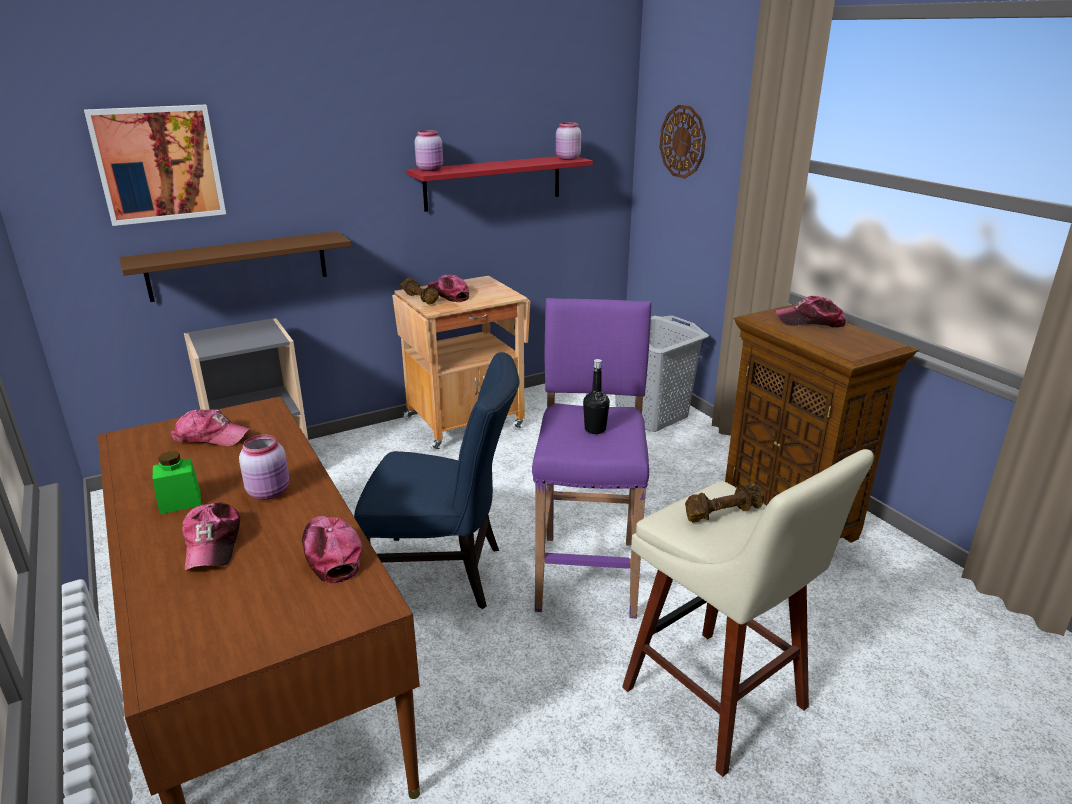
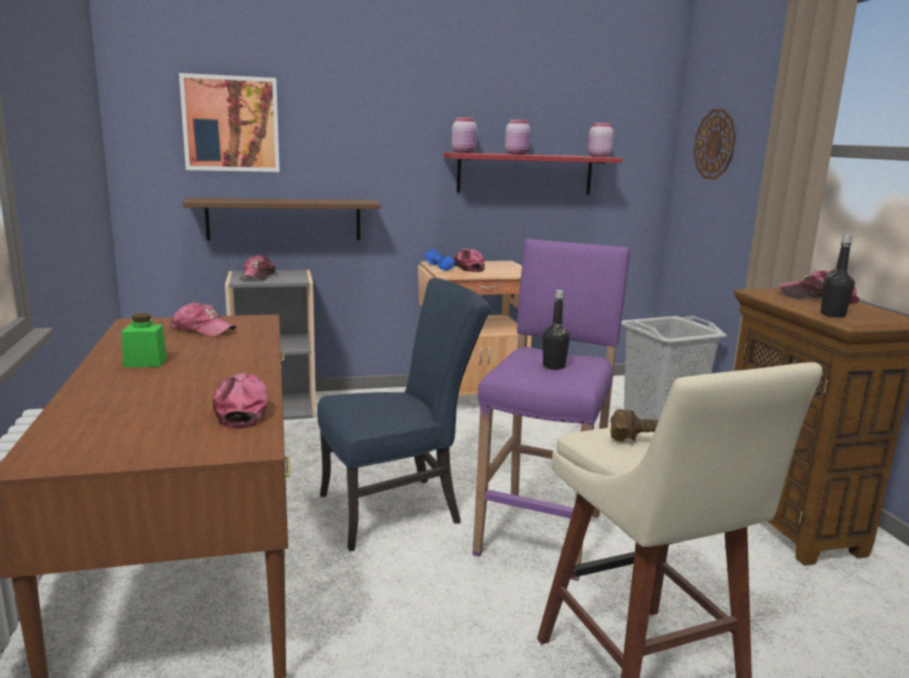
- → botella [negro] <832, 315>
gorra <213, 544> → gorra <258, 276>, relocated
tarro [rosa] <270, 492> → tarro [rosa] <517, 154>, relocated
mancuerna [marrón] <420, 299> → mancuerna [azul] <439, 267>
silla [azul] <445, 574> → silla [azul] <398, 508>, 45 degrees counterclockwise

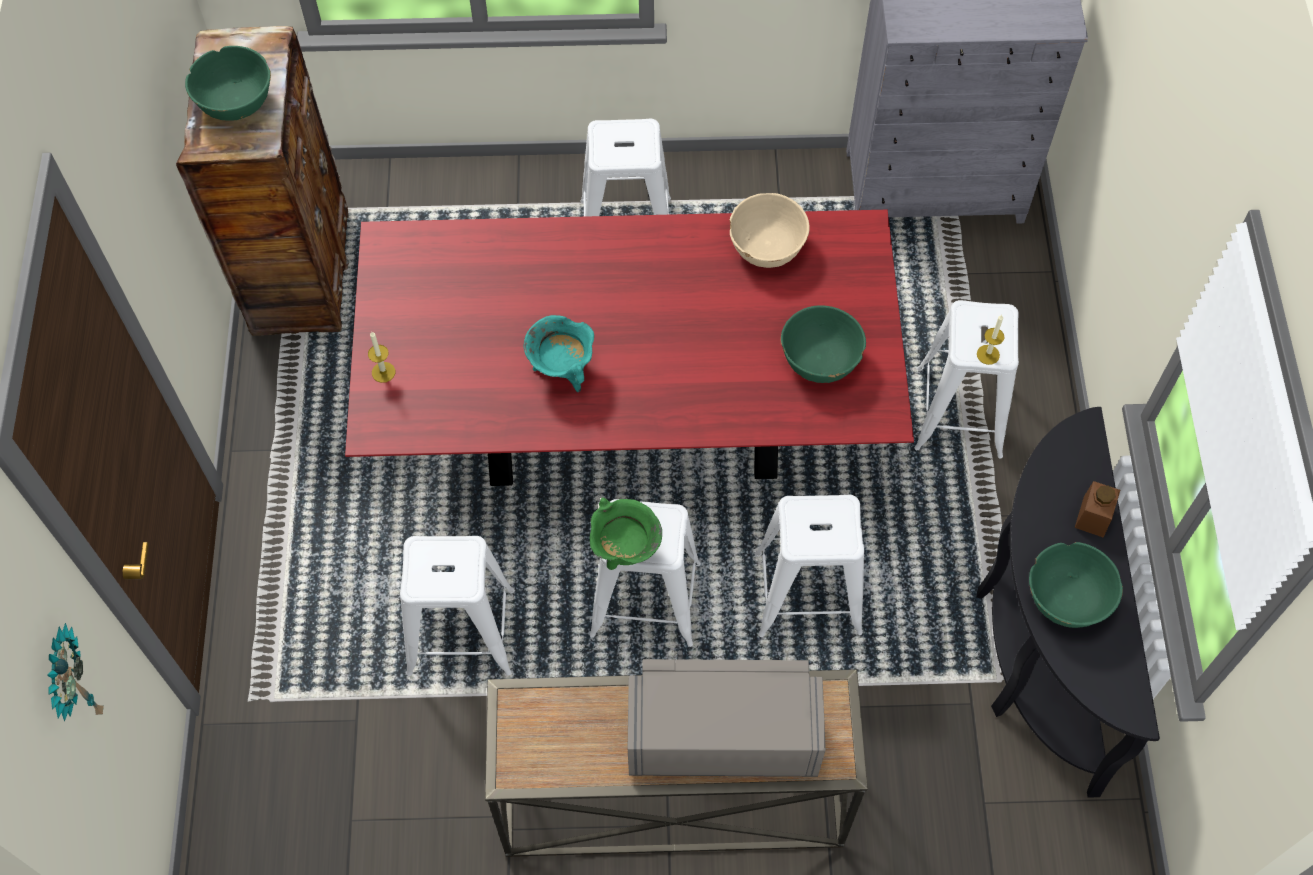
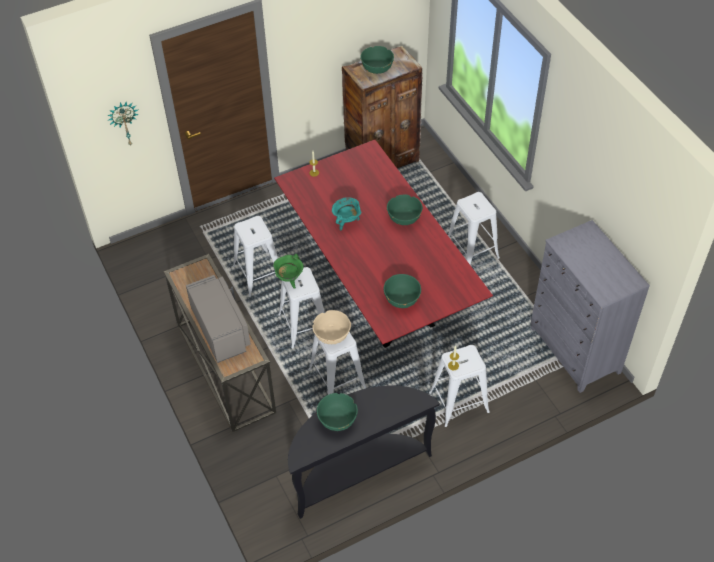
tarro [marrón] <1093, 516> → -
- → cuenco [verde] <404, 218>
cuenco [beis] <767, 247> → cuenco [beis] <332, 335>, relocated

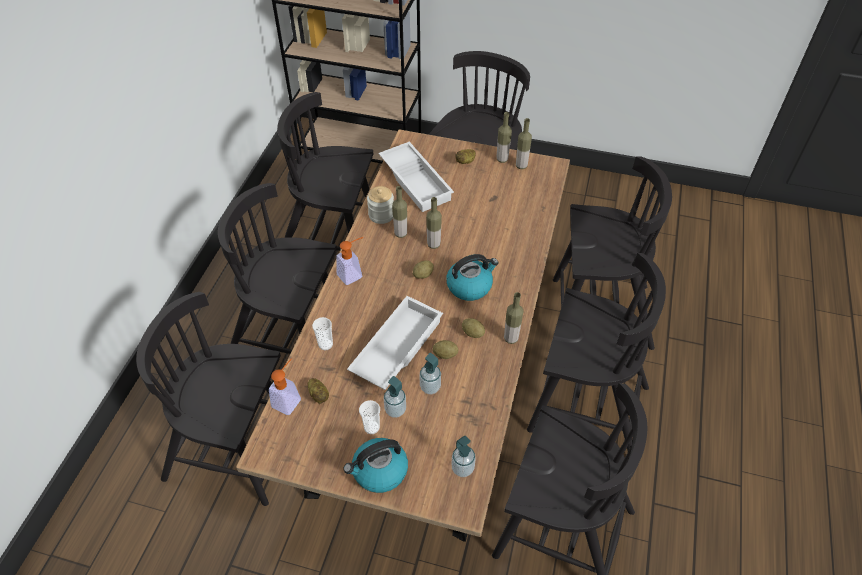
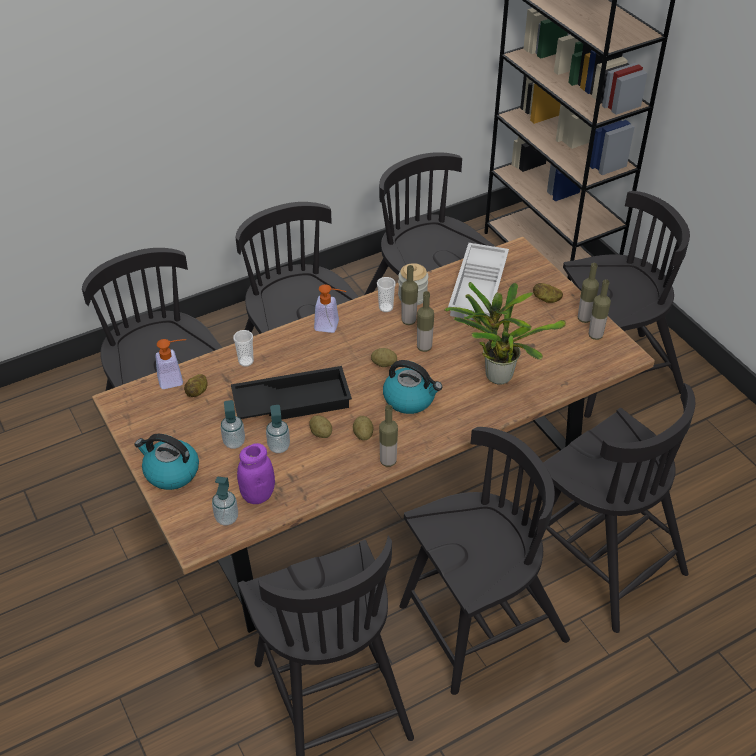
- → tarro [morado] <258, 495>
- → planta en maceta <496, 374>
taza <371, 427> → taza <386, 307>, relocated
bandeja [blanco] <396, 347> → bandeja [negro] <292, 400>
silla [negro] <585, 407> → silla [negro] <479, 624>, 90 degrees counterclockwise

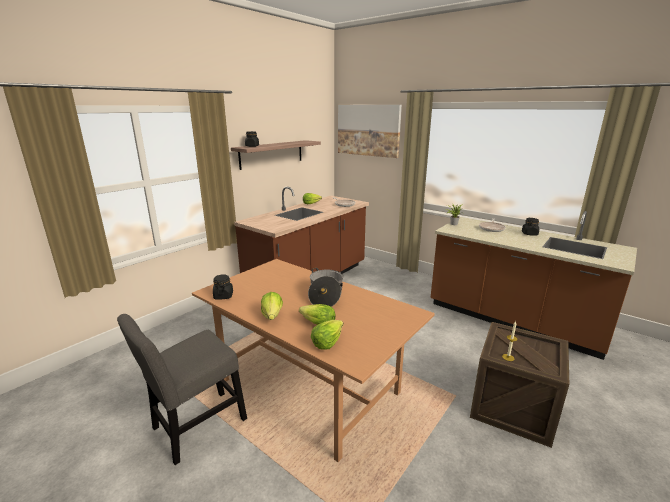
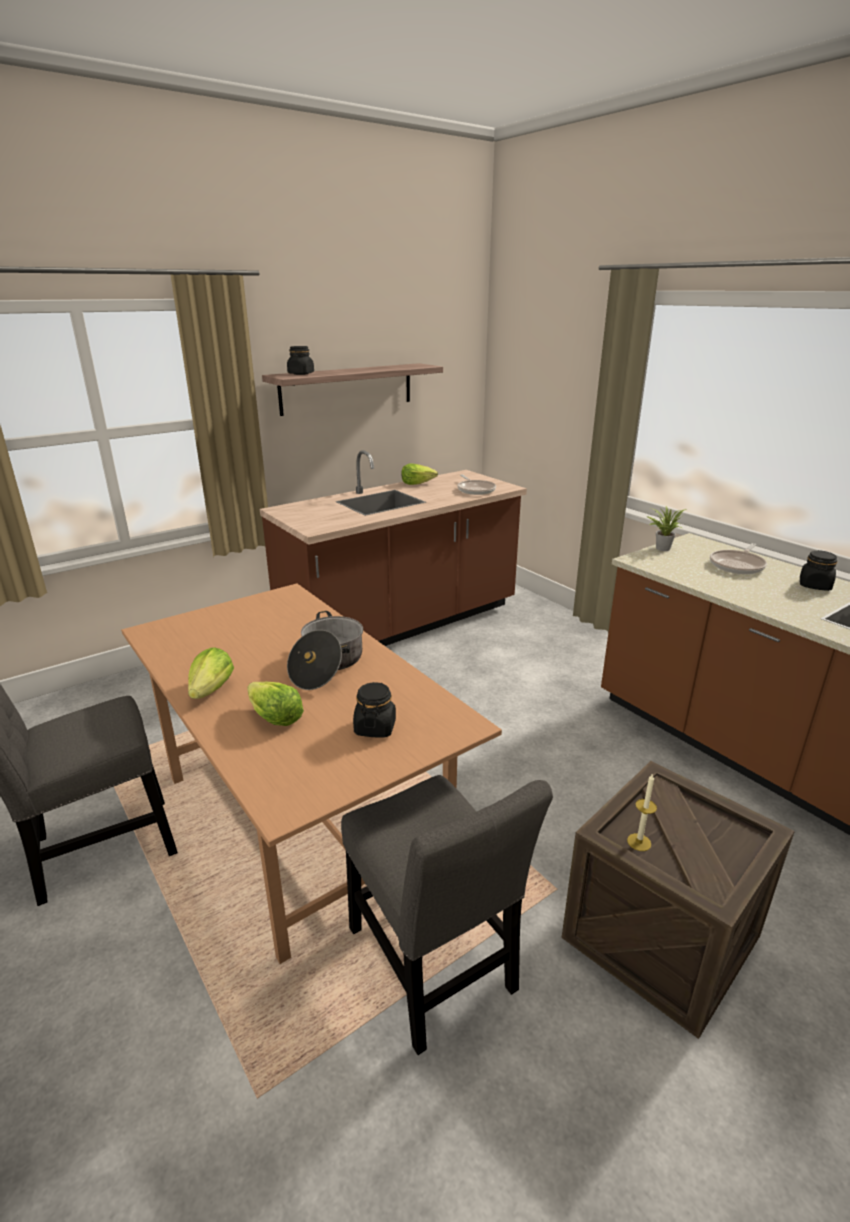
lechuga <327, 342> → -
cuadro <368, 130> → -
- → silla [gris] <433, 967>
tarro [negro] <223, 296> → tarro [negro] <375, 727>, relocated

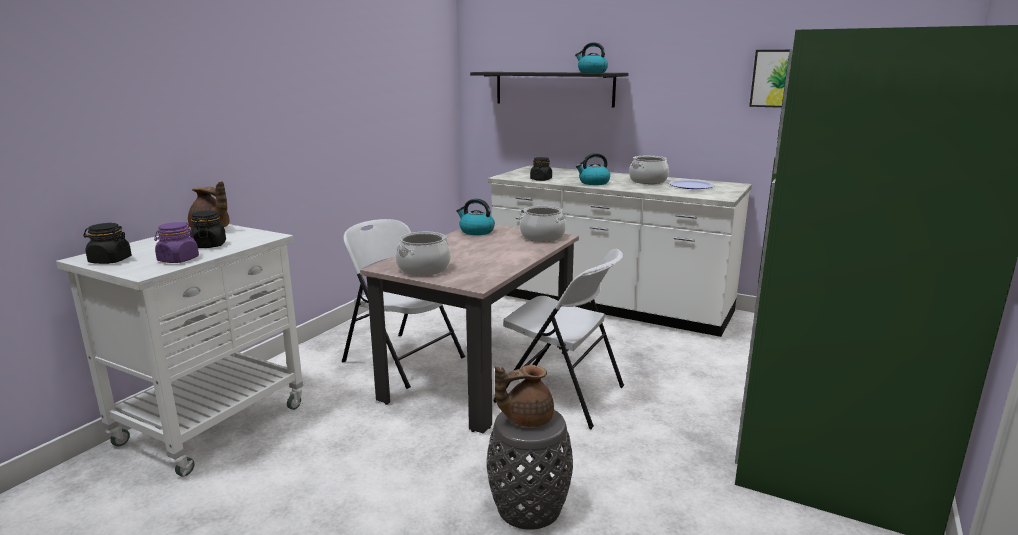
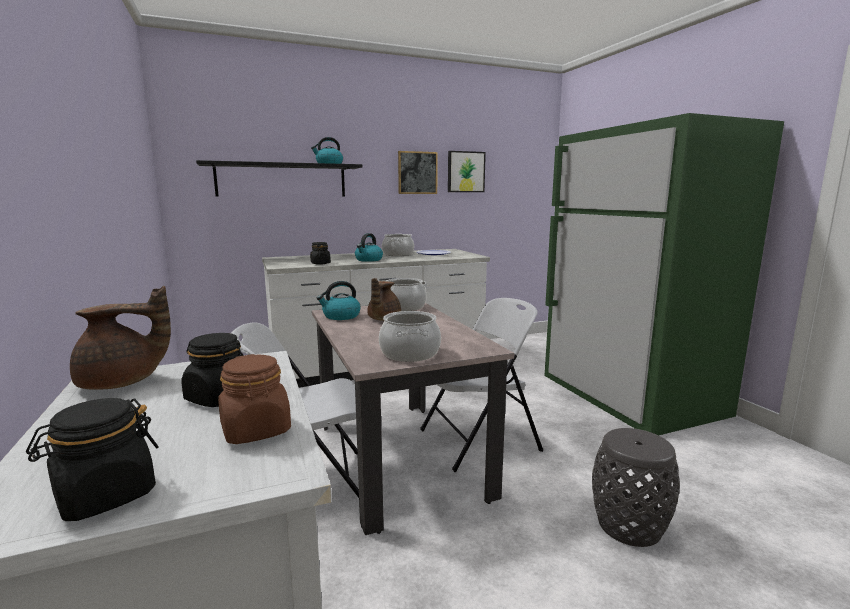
- → cuadro <417, 173>
tetera [marrón] <526, 418> → tetera [marrón] <383, 319>, relocated
tarro [morado] <178, 260> → tarro [marrón] <256, 430>

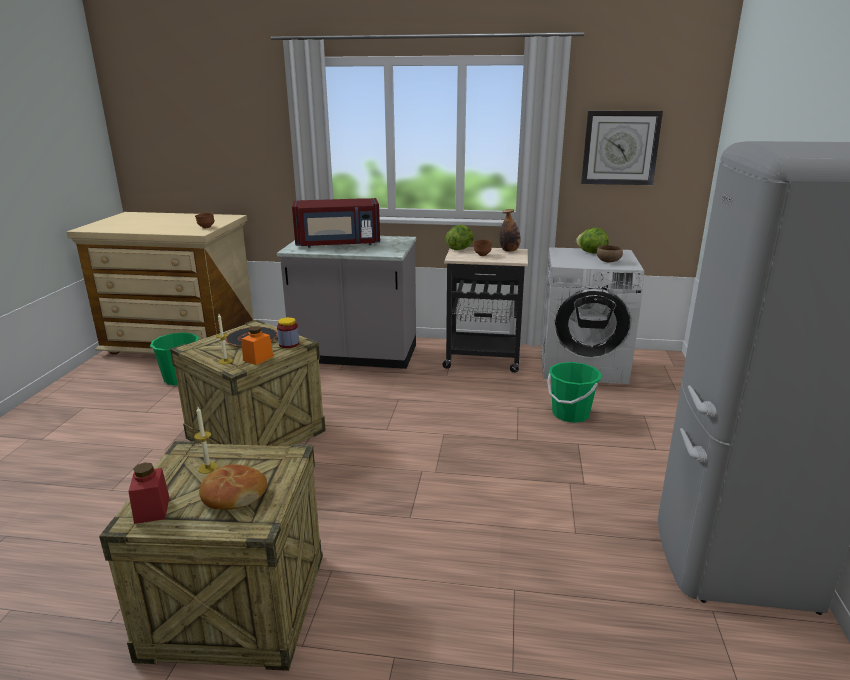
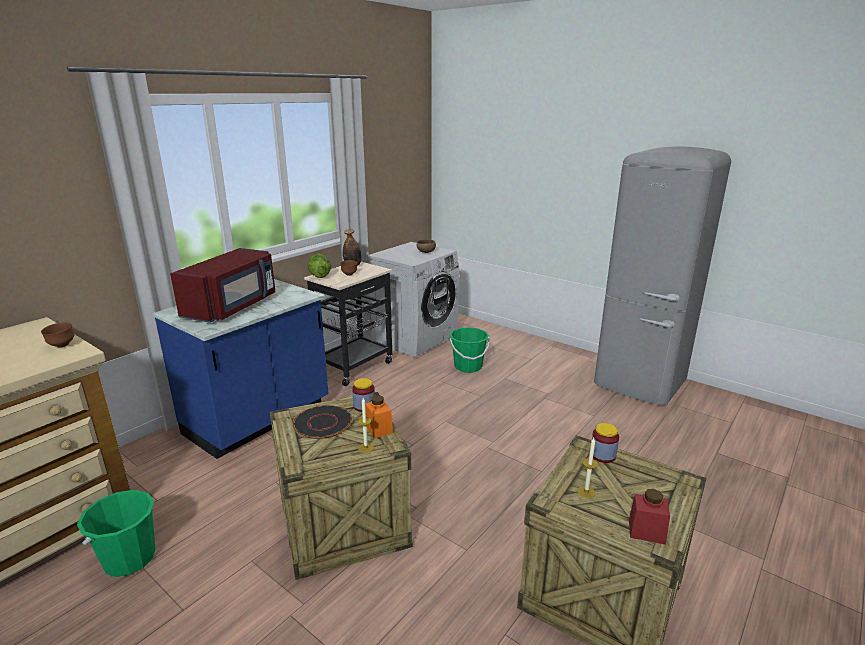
pan <233, 495> → -
lechuga <591, 253> → -
reloj de pared <620, 148> → -
- → tarro <602, 455>
mueble bajo de cocina [gris] <355, 356> → mueble bajo de cocina [azul] <259, 420>

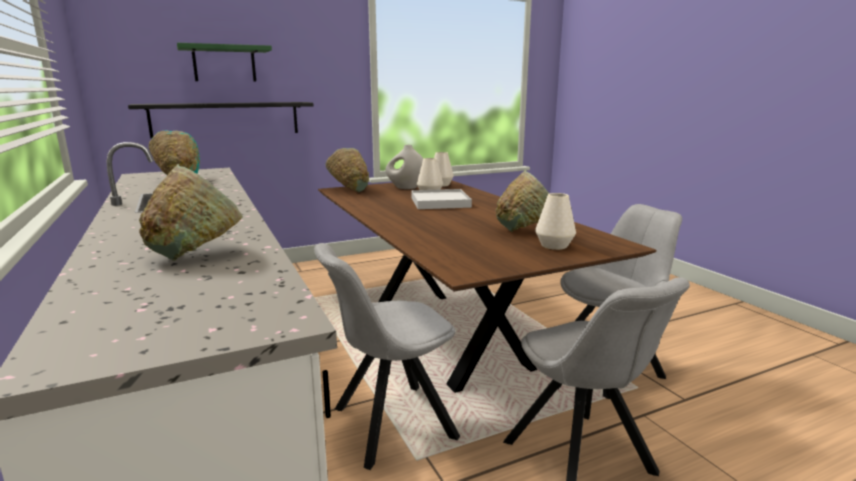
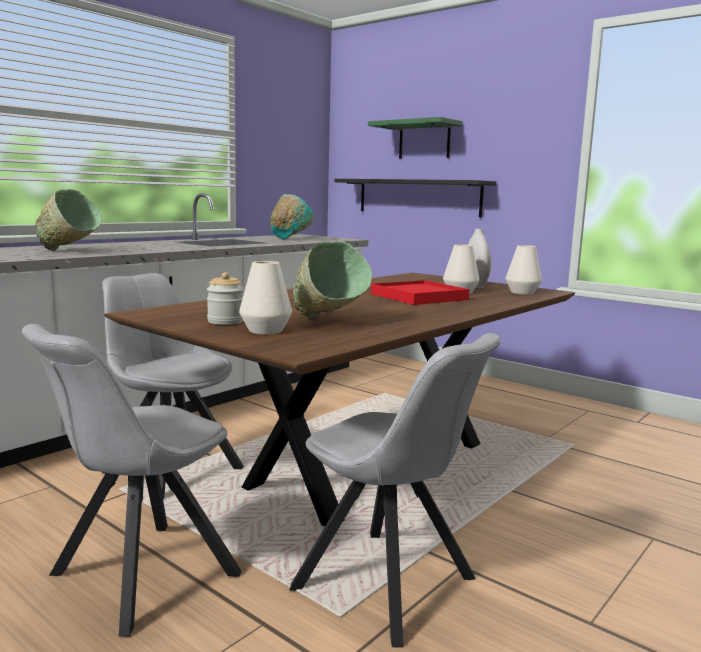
cuenco [verde] <350, 190> → -
- → tarro <226, 321>
bandeja [blanco] <440, 202> → bandeja [rojo] <419, 297>

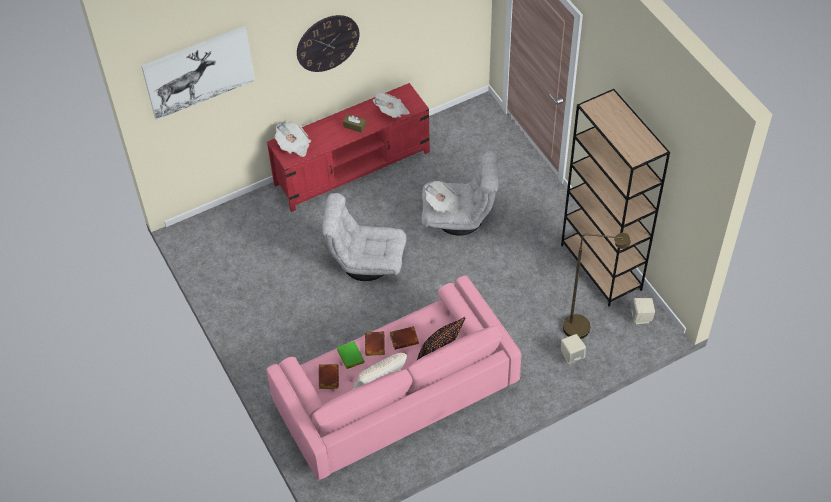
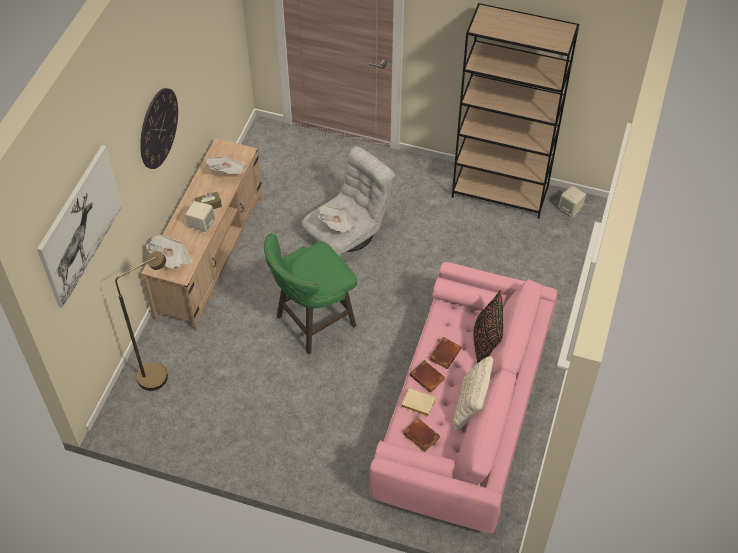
altavoz [beis] <572, 355> → altavoz [beis] <202, 225>, relocated
lámpara de pie [marrón] <584, 328> → lámpara de pie [marrón] <159, 372>, relocated
sillón [gris] <367, 261> → taburete [verde] <312, 323>
mueble de televisión [rojo] <353, 168> → mueble de televisión [beis] <210, 255>
libro [verde] <349, 356> → libro [beis] <417, 404>

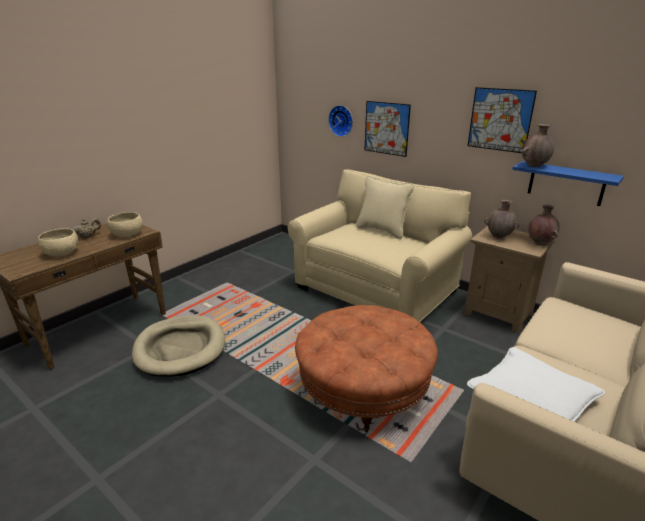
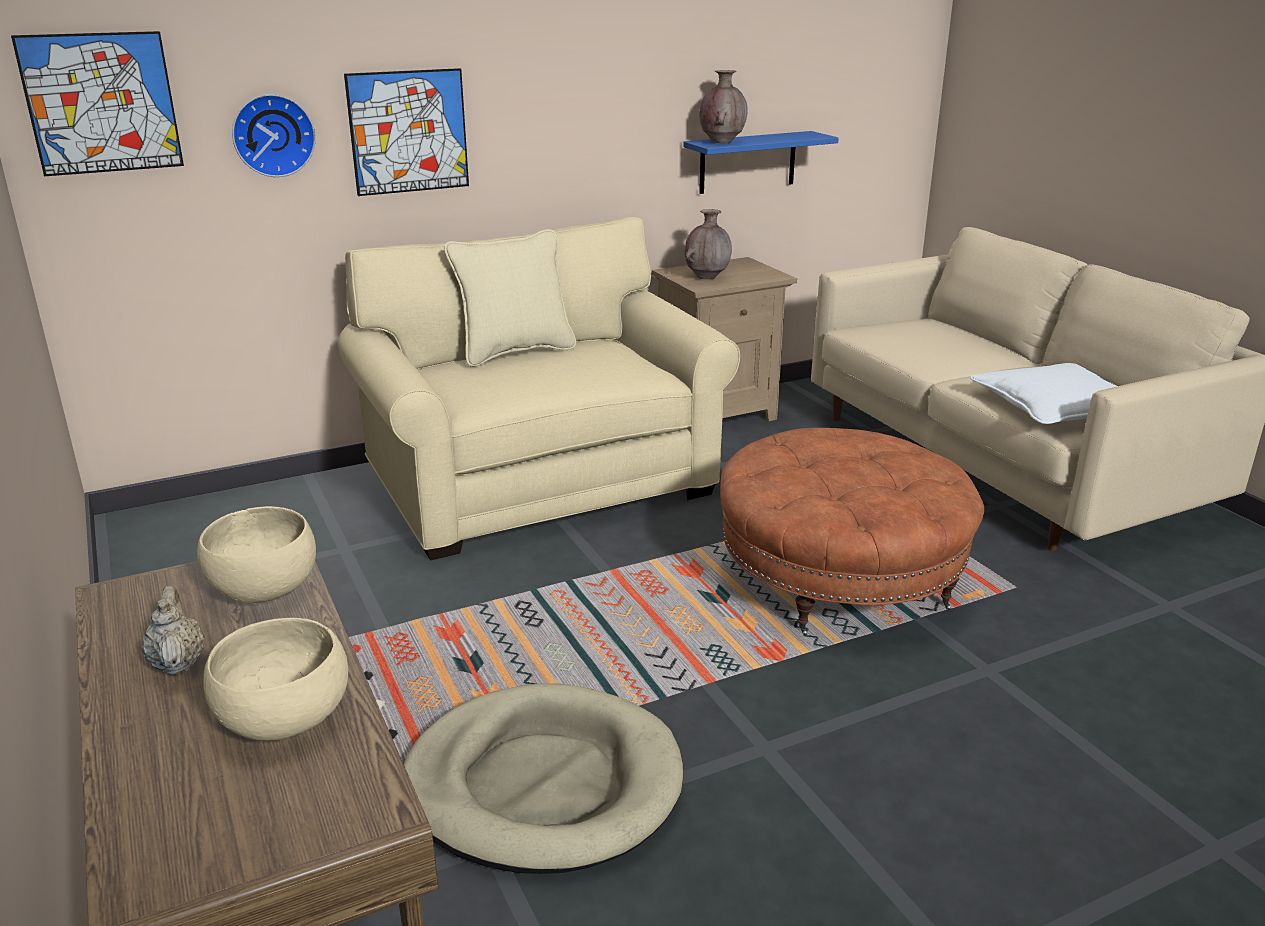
florero [marrón] <540, 243> → -
cuadro <500, 120> → cuadro <101, 103>, relocated

